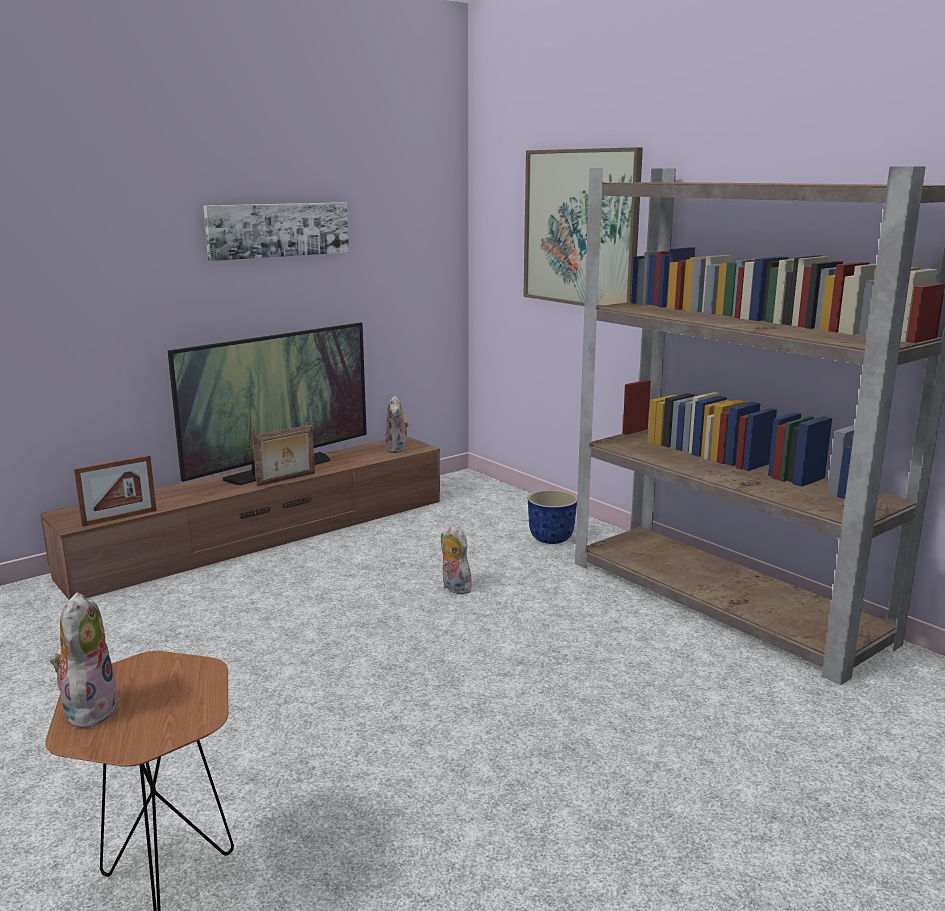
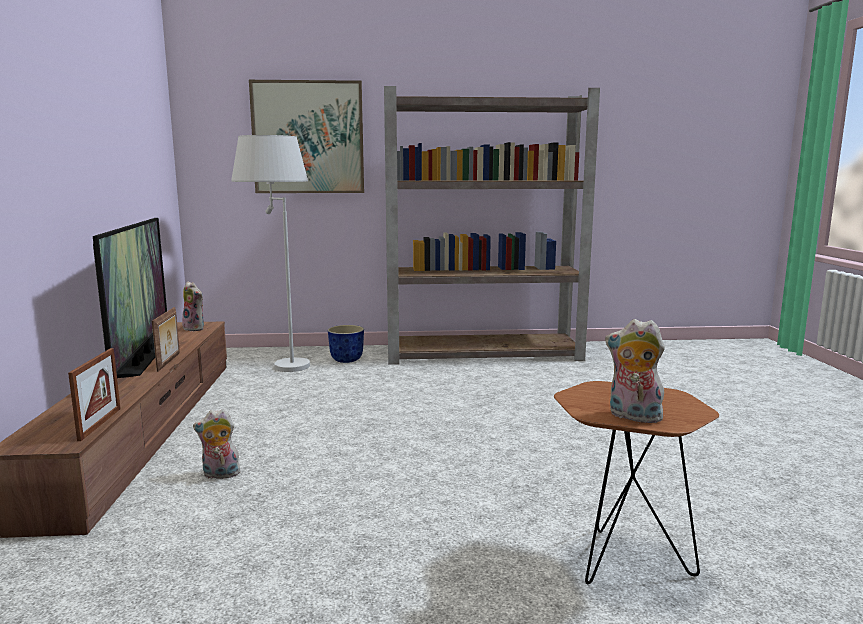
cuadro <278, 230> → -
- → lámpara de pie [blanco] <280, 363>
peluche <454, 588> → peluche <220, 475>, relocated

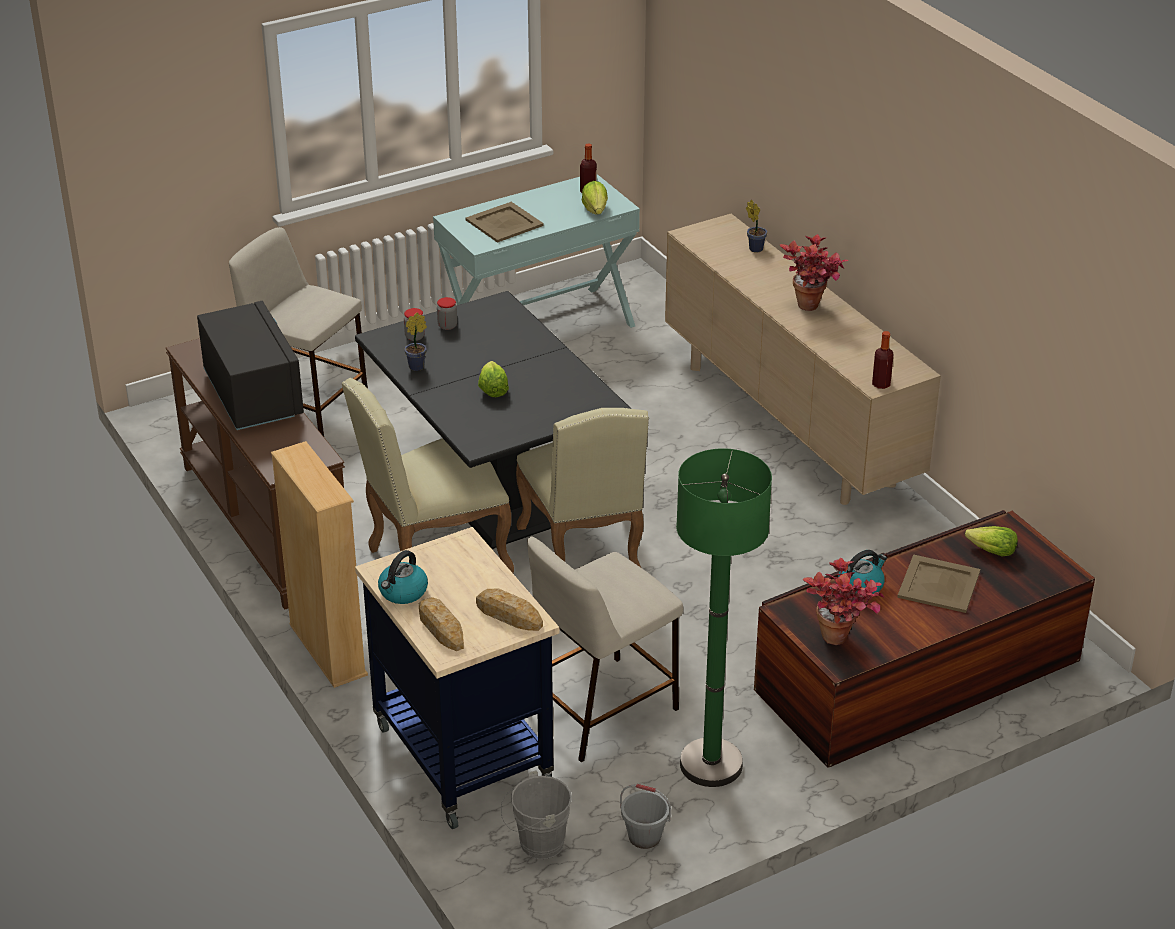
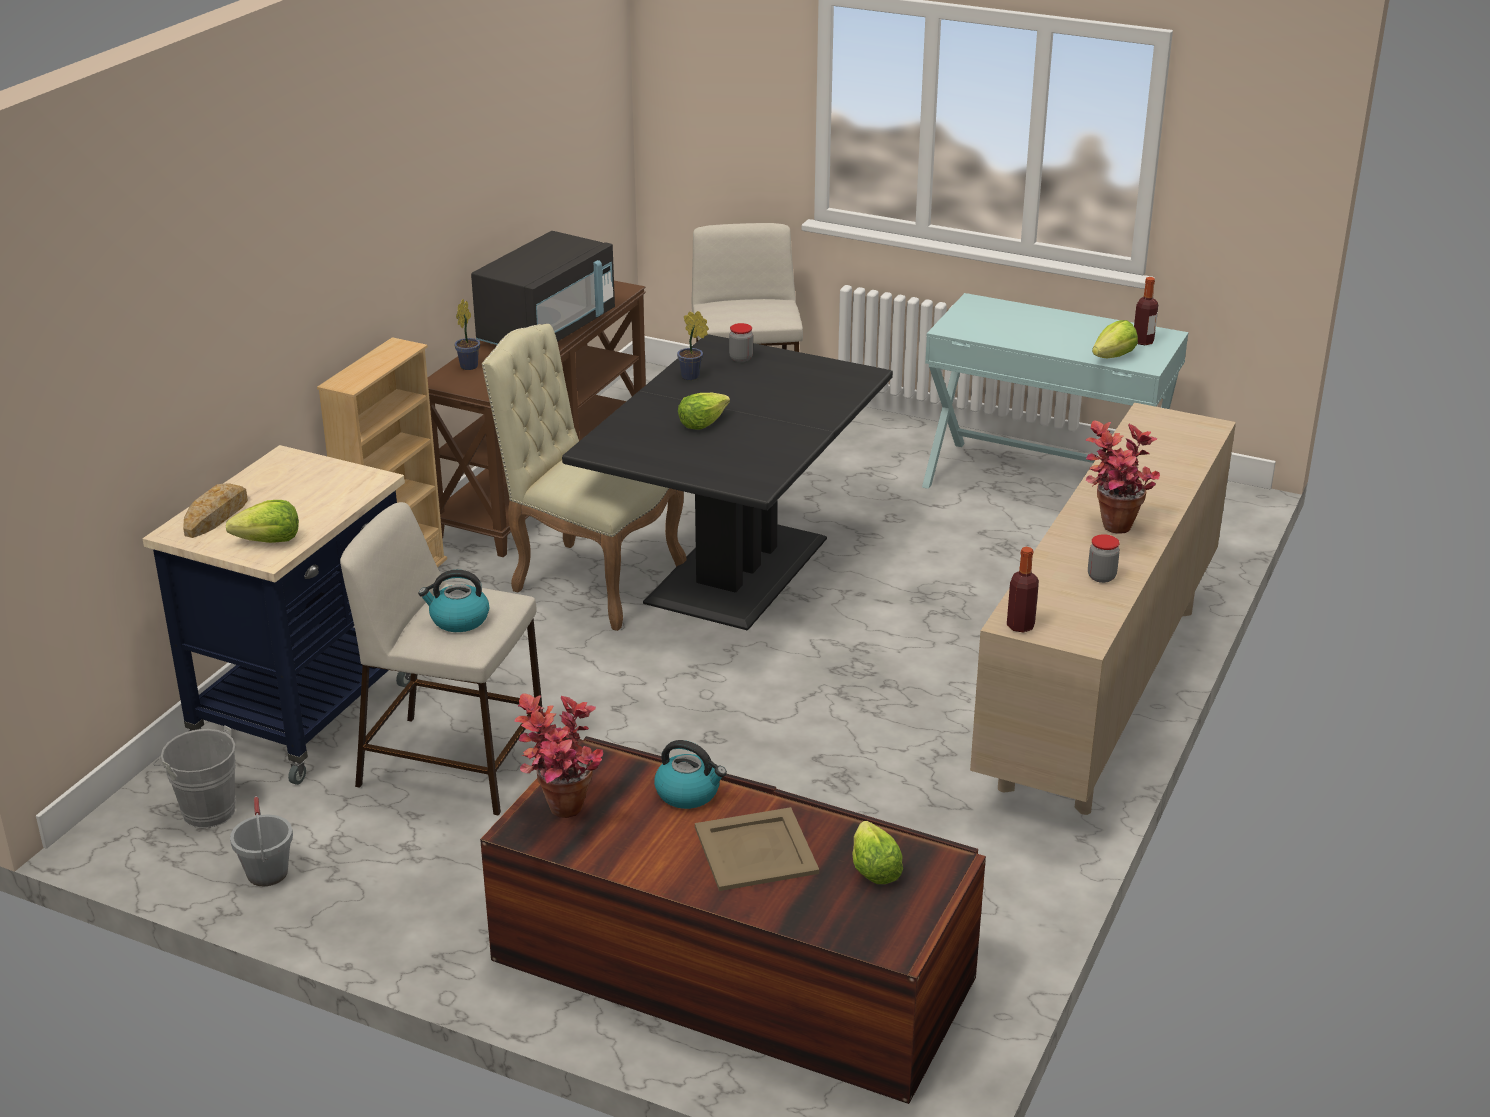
bandeja [beis] <503, 223> → -
silla [beis] <586, 557> → -
lámpara de pie [verde] <711, 764> → -
hervidor <403, 592> → hervidor <458, 620>, relocated
tarro <447, 326> → tarro <1101, 577>, relocated
planta en maceta <754, 248> → planta en maceta <470, 365>, relocated
pan <508, 615> → lechuga <269, 541>

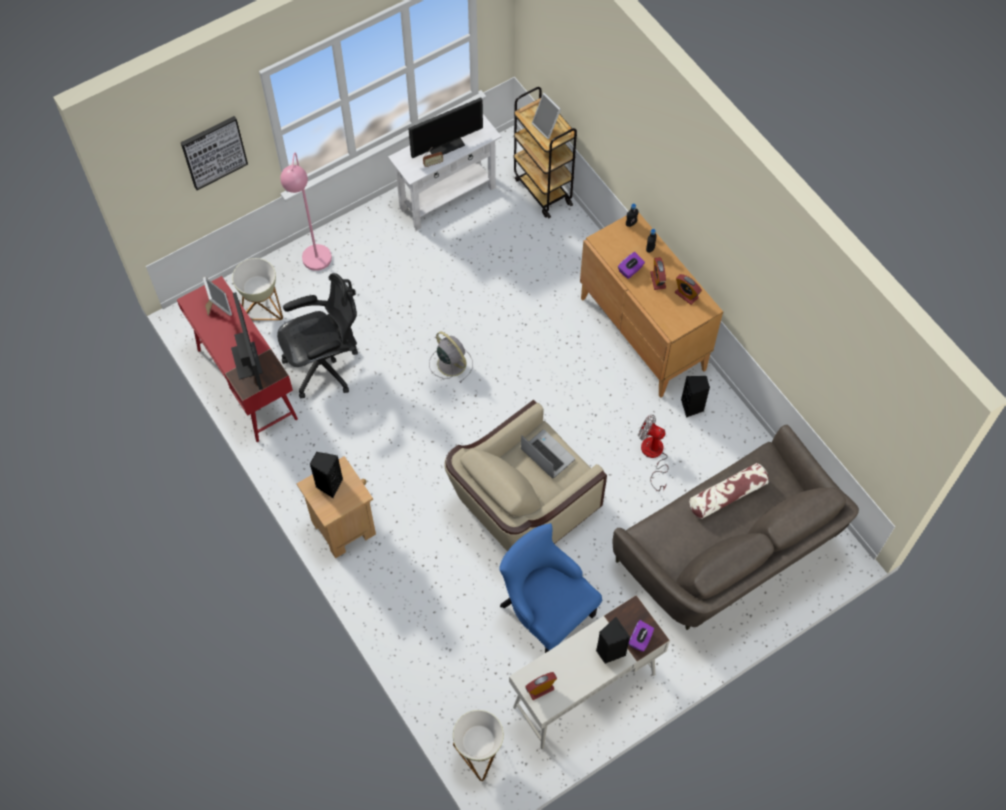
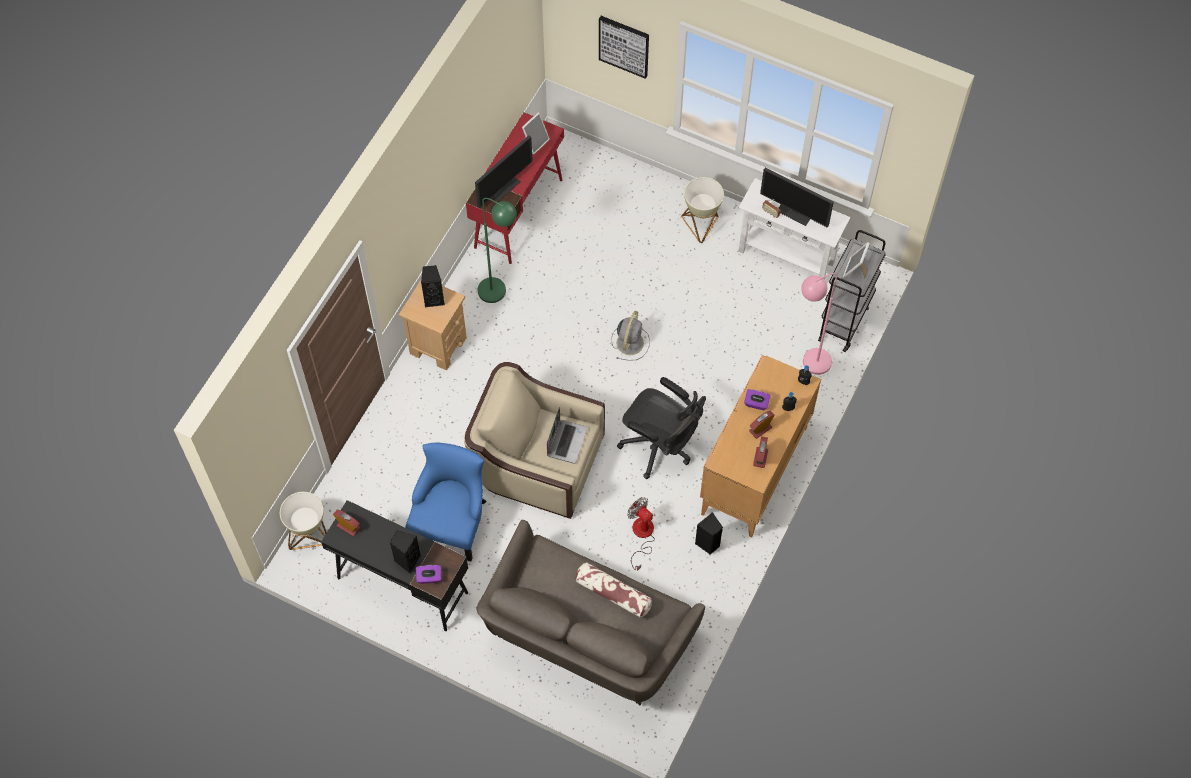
- → lámpara de pie [verde] <499, 295>
maceta <263, 309> → maceta <701, 225>, relocated
silla de oficina <325, 365> → silla de oficina <660, 447>, relocated
lámpara de pie [rosa] <316, 266> → lámpara de pie [rosa] <809, 366>, relocated
escritorio [blanco] <584, 691> → escritorio [negro] <402, 585>
carrito [marrón] <543, 192> → carrito [gris] <844, 324>
ventilador <653, 455> → ventilador <642, 535>, 45 degrees counterclockwise

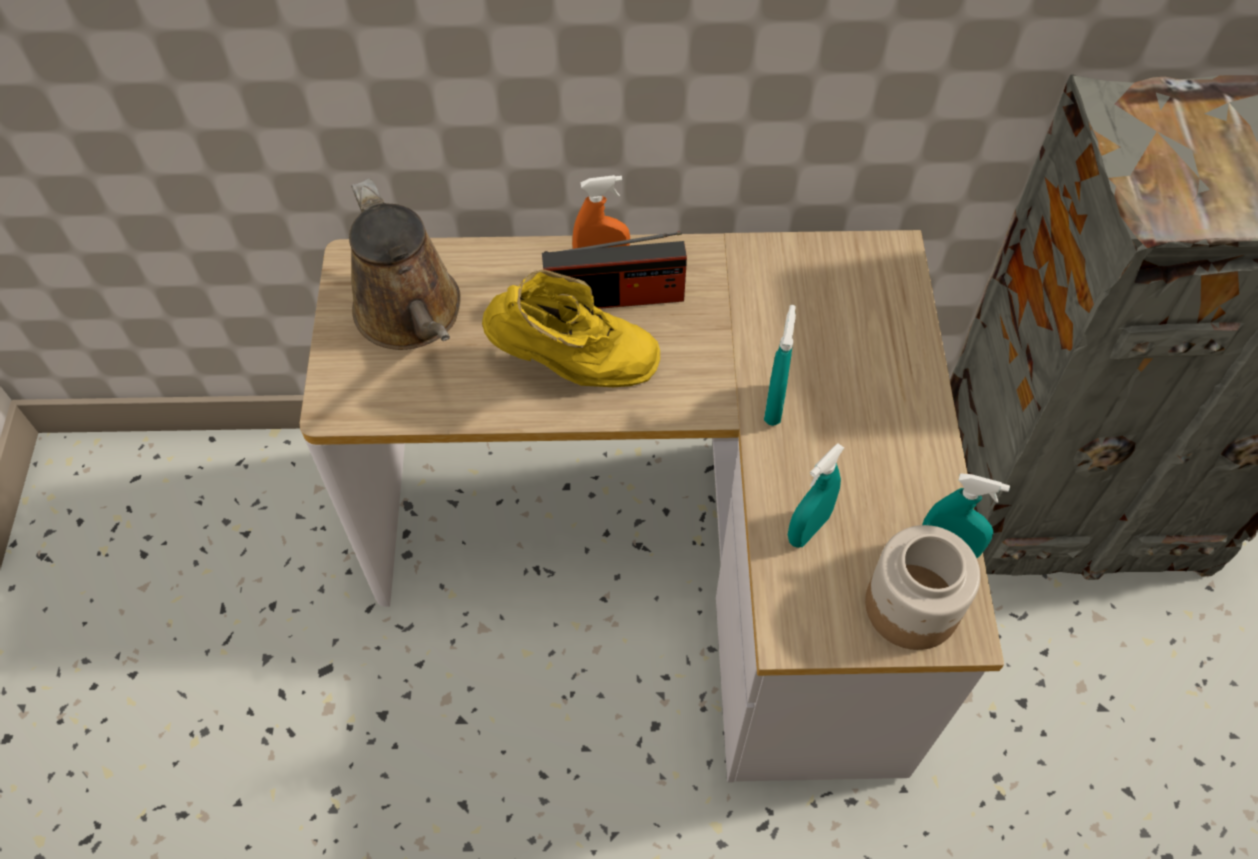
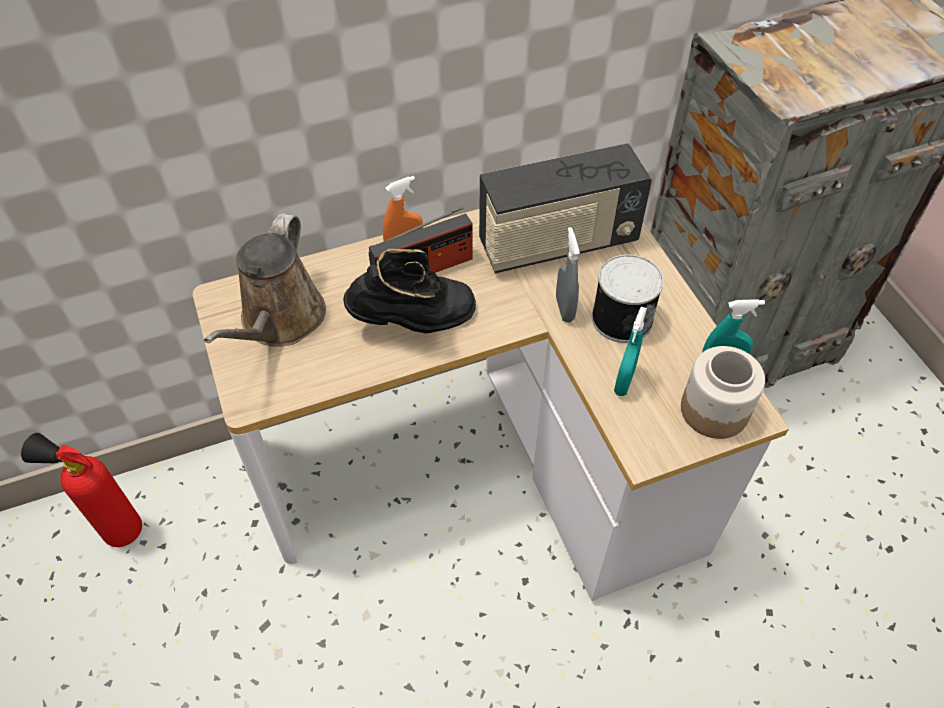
- → extintor <116, 529>
- → radio <557, 243>
- → lata <621, 317>
bota [amarillo] <573, 367> → bota [negro] <414, 323>
pulverizador [turquesa] <774, 405> → pulverizador [gris] <564, 309>
regadera [marrón] <412, 315> → regadera [marrón] <279, 321>, 60 degrees clockwise

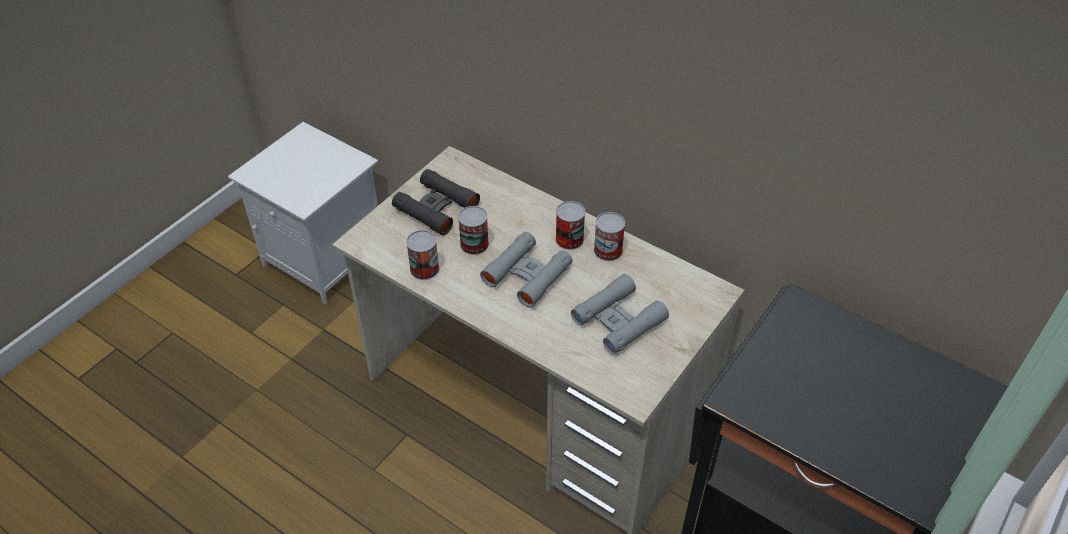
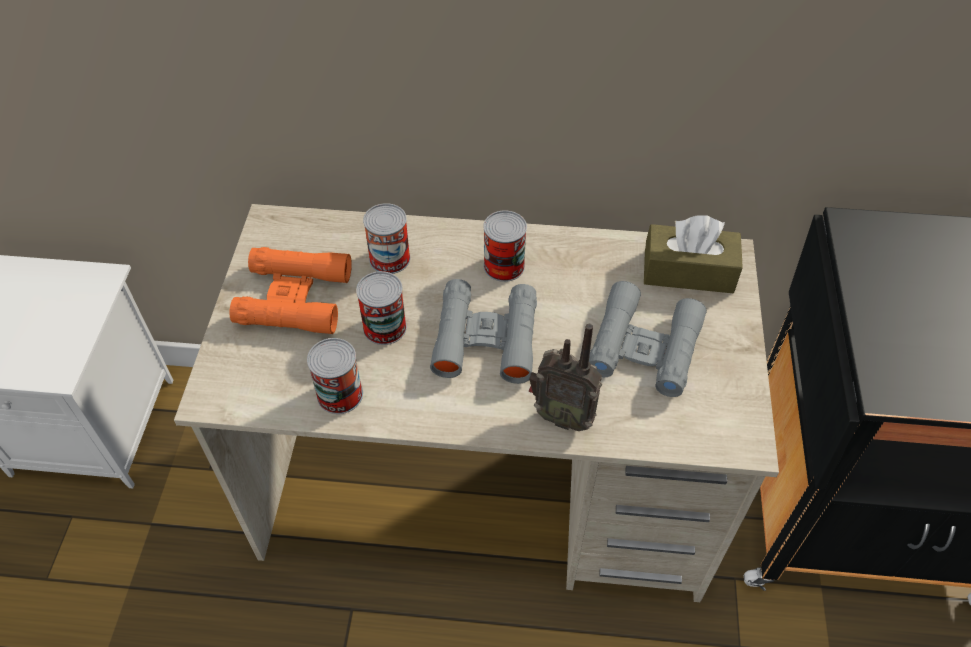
- → radio <562, 415>
- → caja de pañuelos [marrón] <688, 271>
lata <608, 250> → lata <389, 258>, relocated
prismáticos [negro] <436, 207> → prismáticos [naranja] <294, 298>

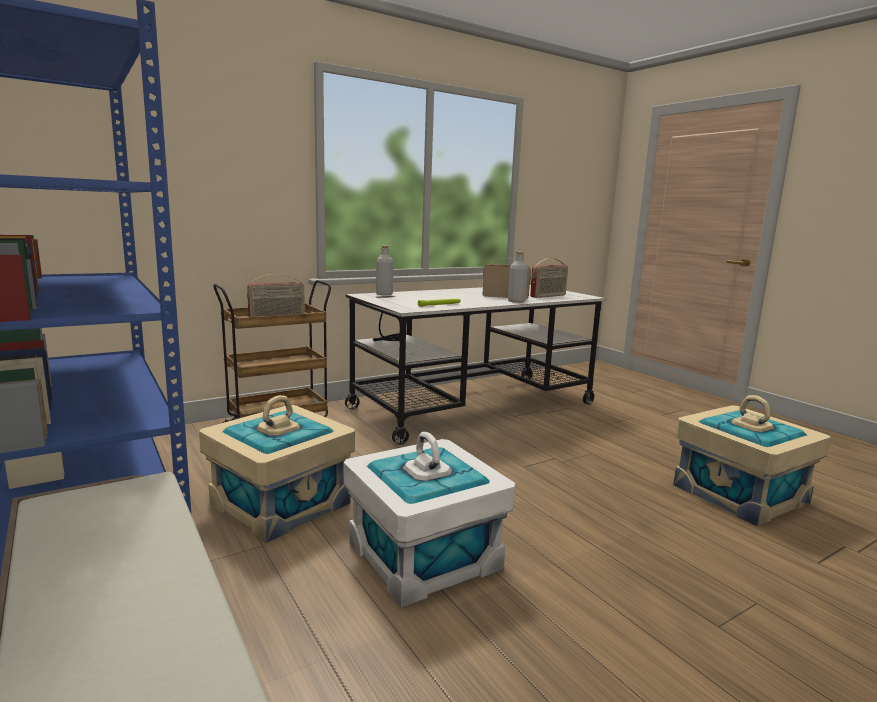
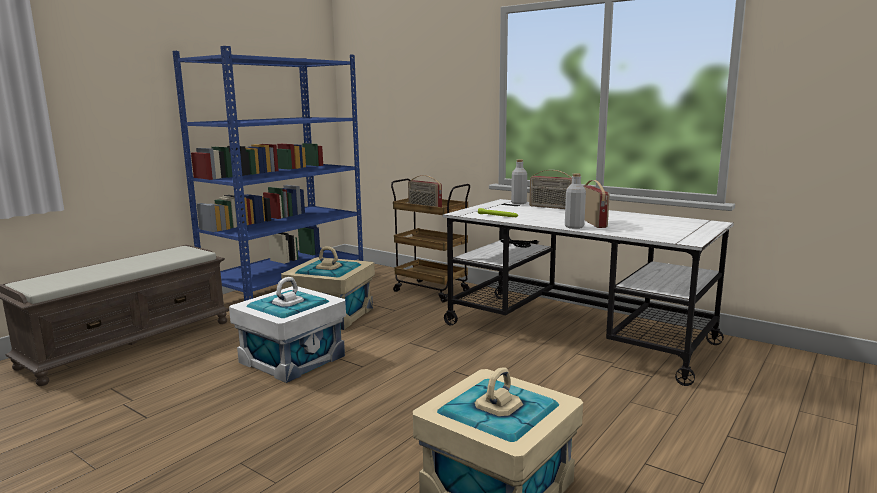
radio <548, 296> → radio <550, 207>, relocated

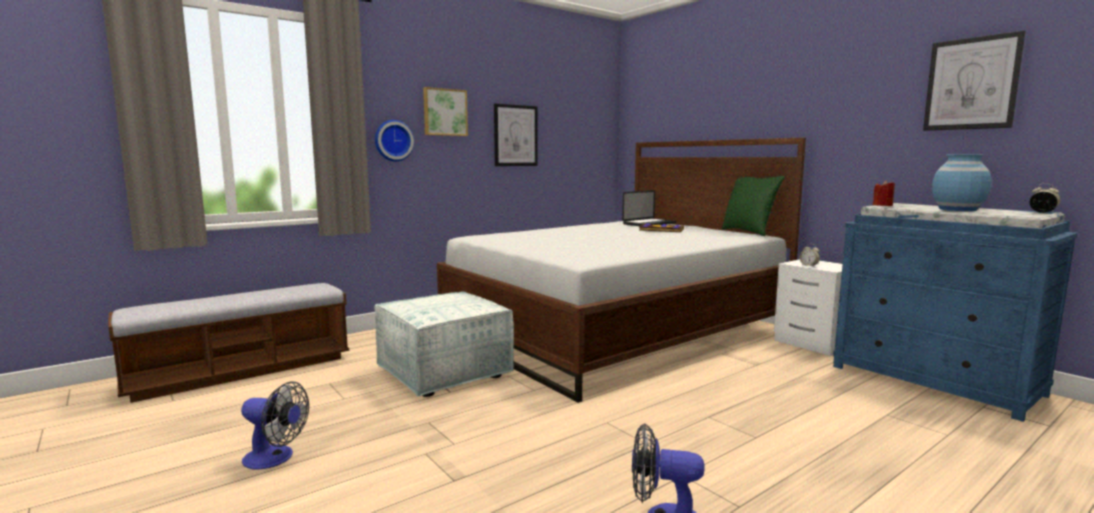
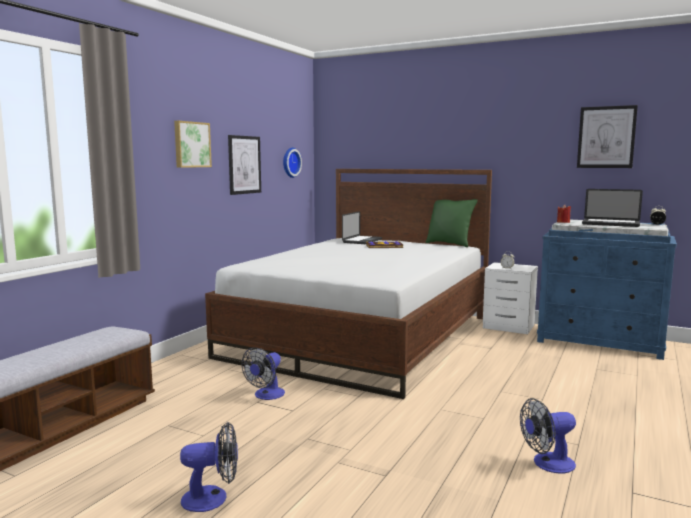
reloj de pared <393, 140> → reloj de pared <290, 162>, relocated
puf [blanco] <445, 373> → ventilador <266, 395>
florero [azul] <957, 209> → portátil <610, 224>

